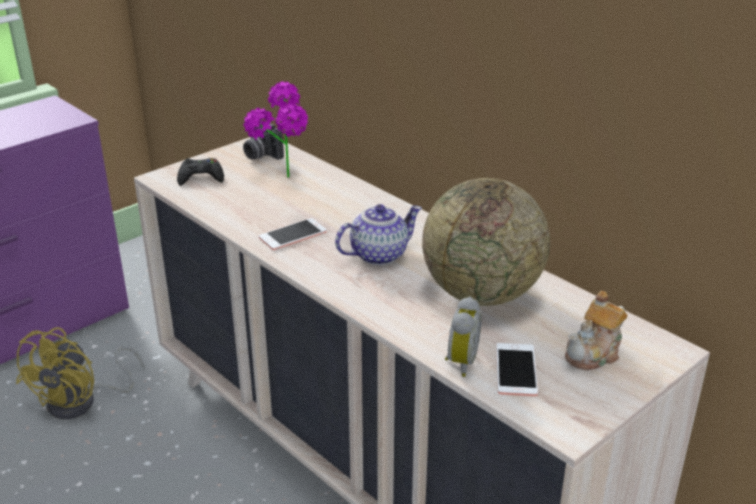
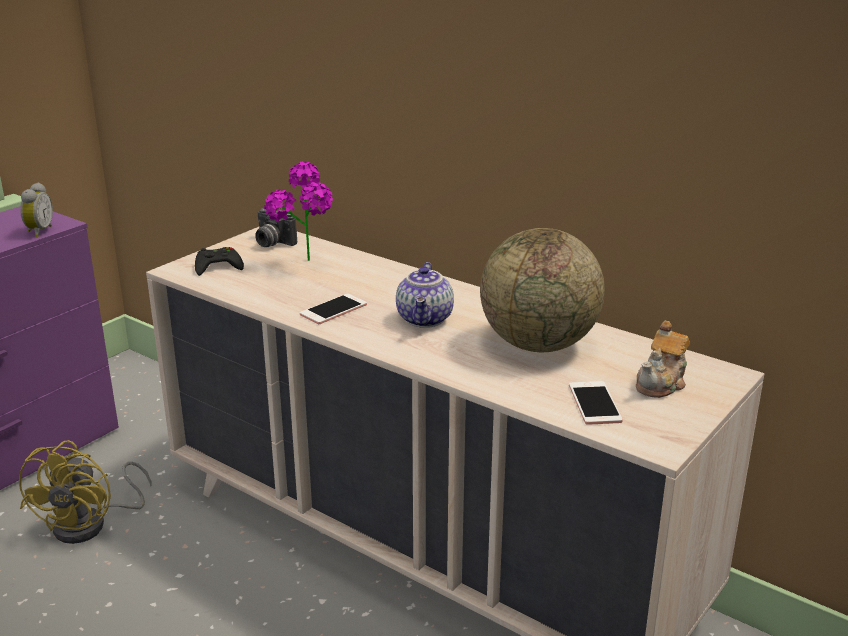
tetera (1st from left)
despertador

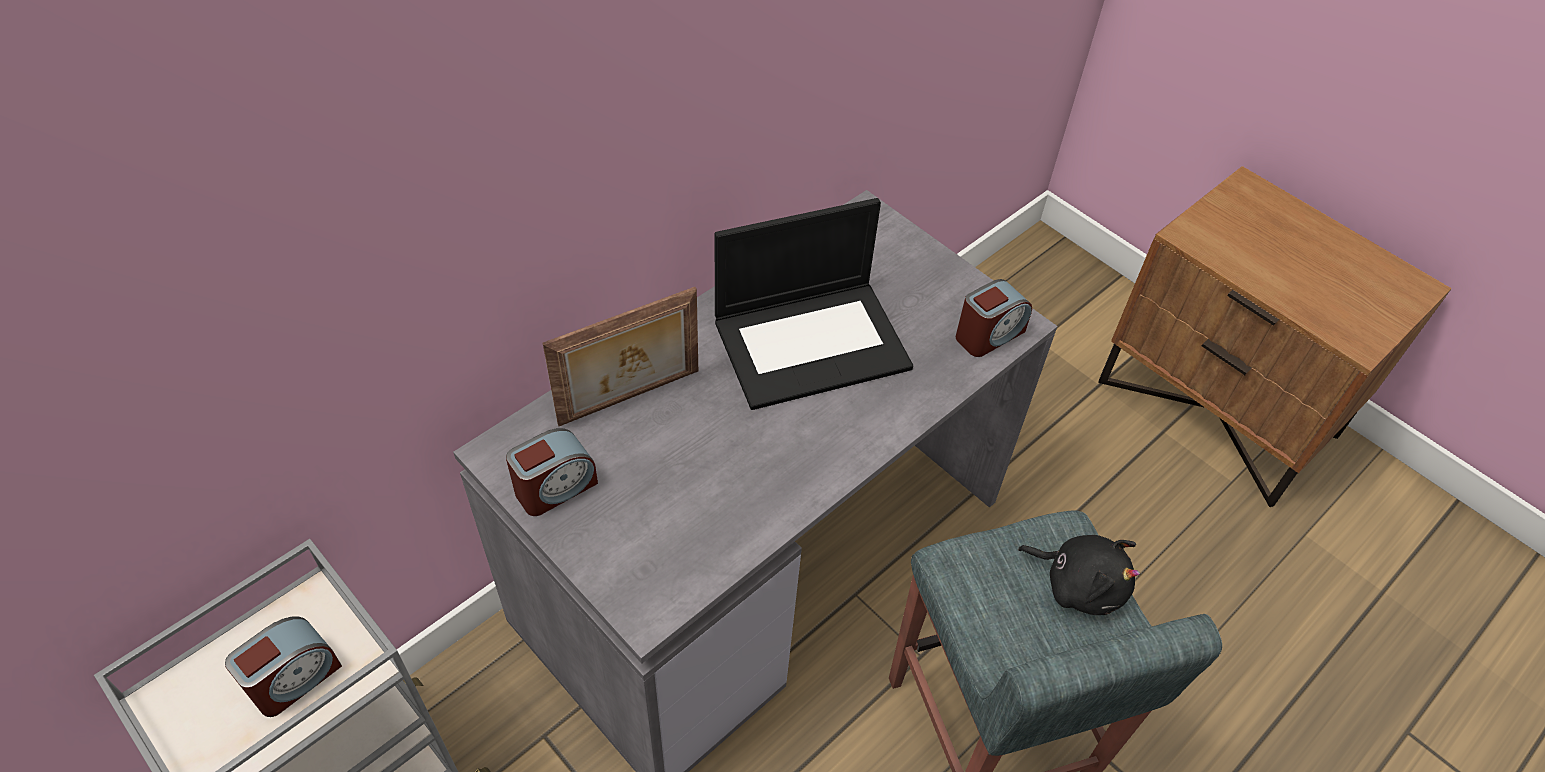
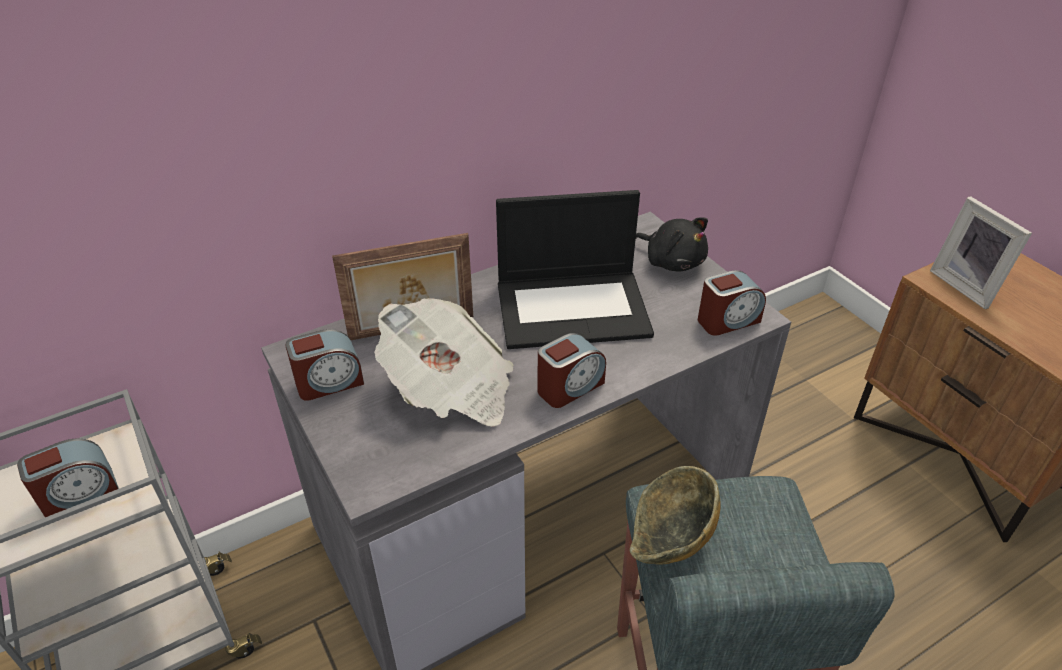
peluche/negro
periódico
despertador (3rd from left)
cuenco
portarretratos (2nd from left)

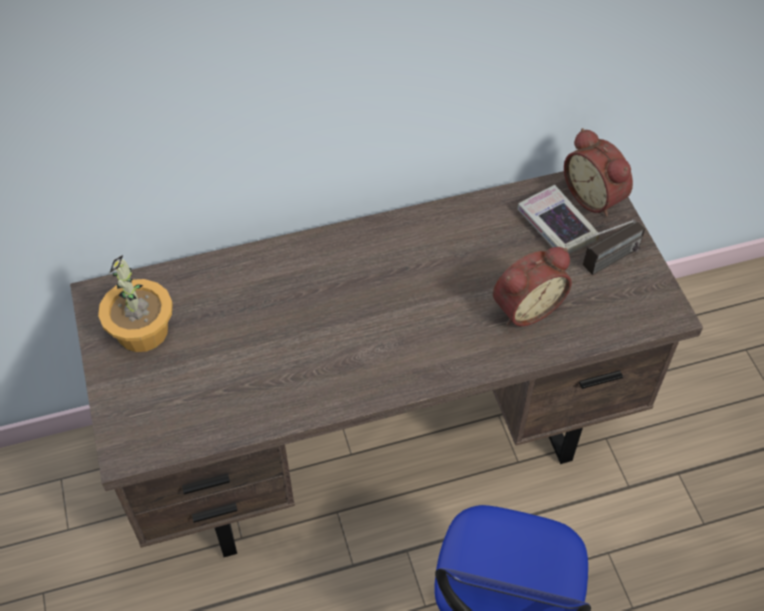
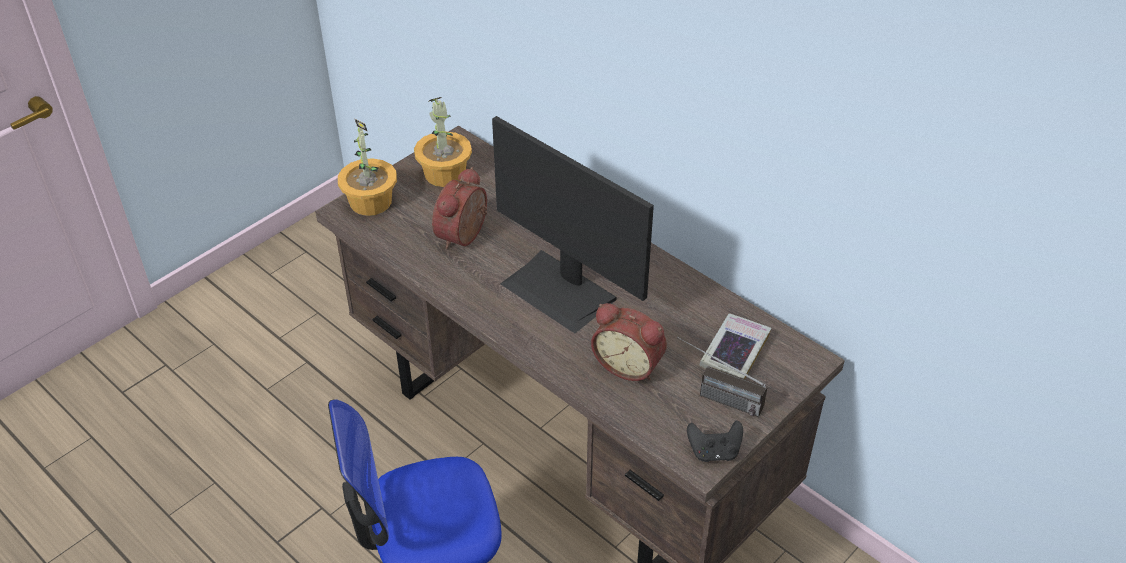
despertador (1st from left)
planta en maceta (1st from left)
monitor
mando de consola/negro

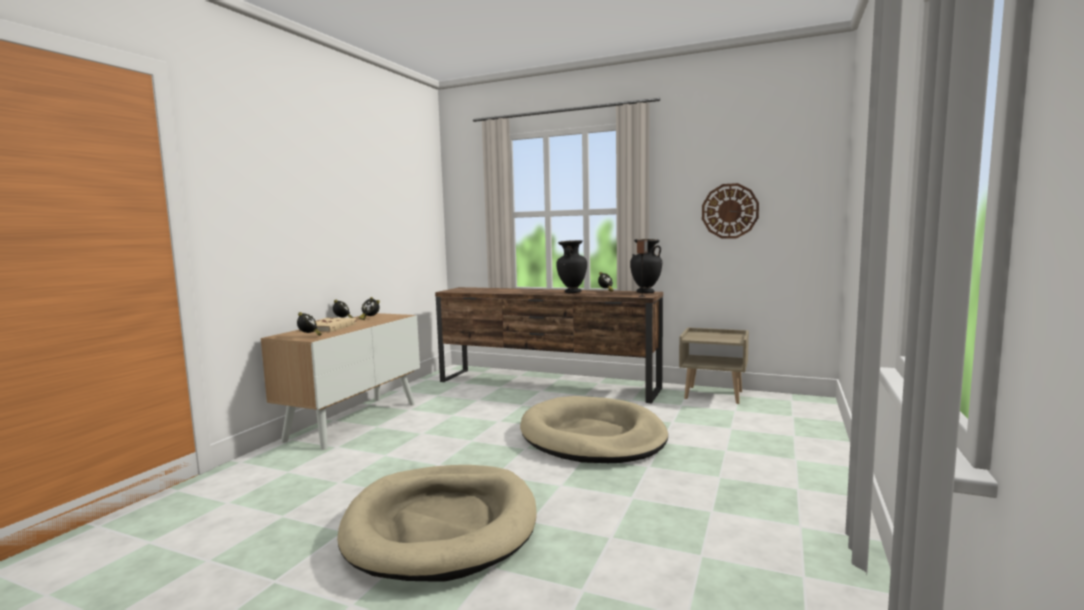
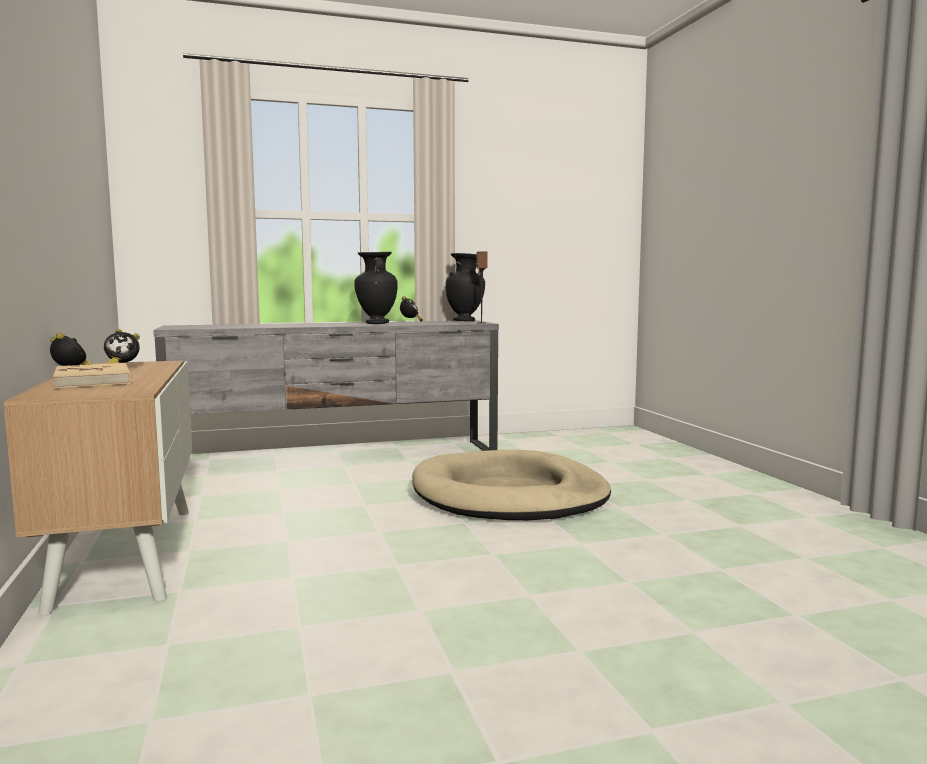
despertador (1st from left in the first image)
cama para perro/beis (1st from left in the first image)
mueble de televisión/gris
mesita de noche/beis
reloj de pared

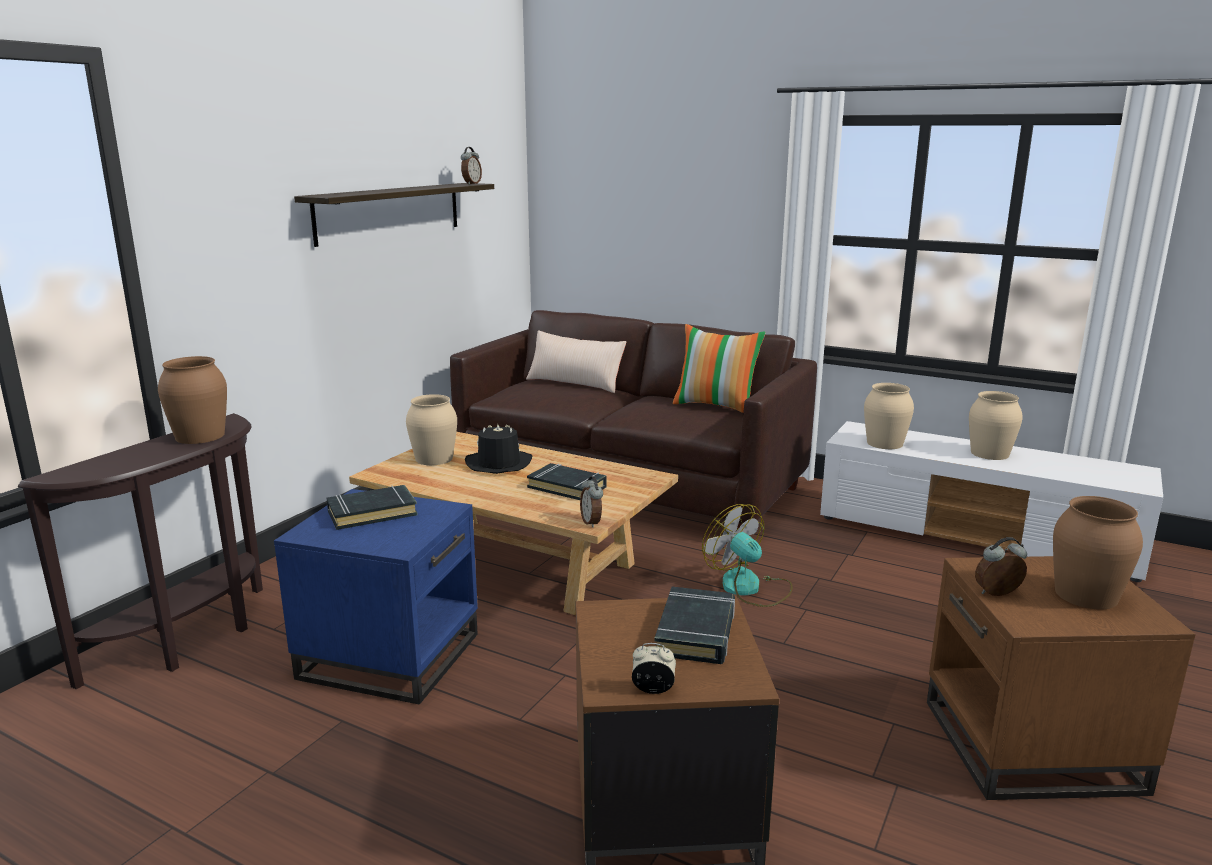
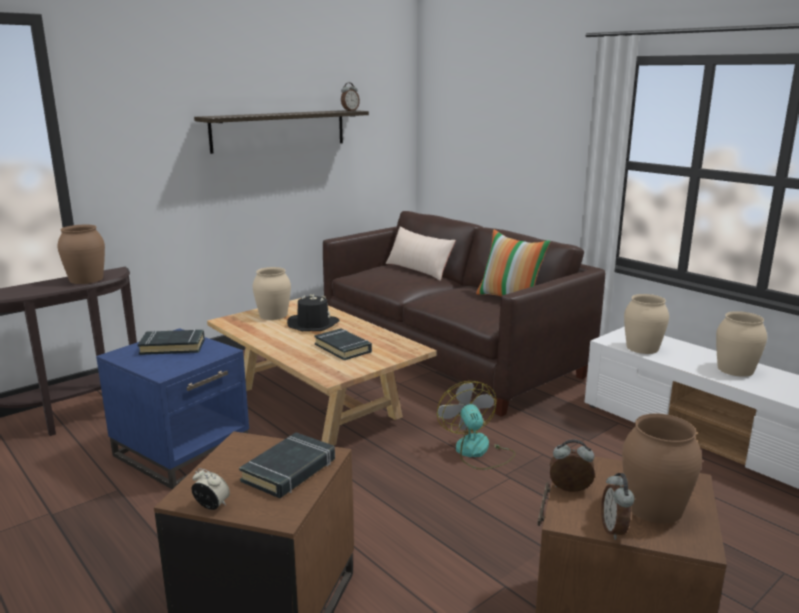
despertador (4th from left)

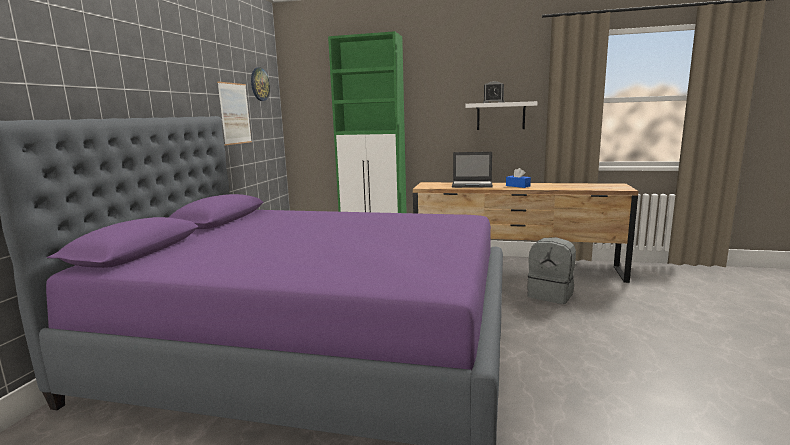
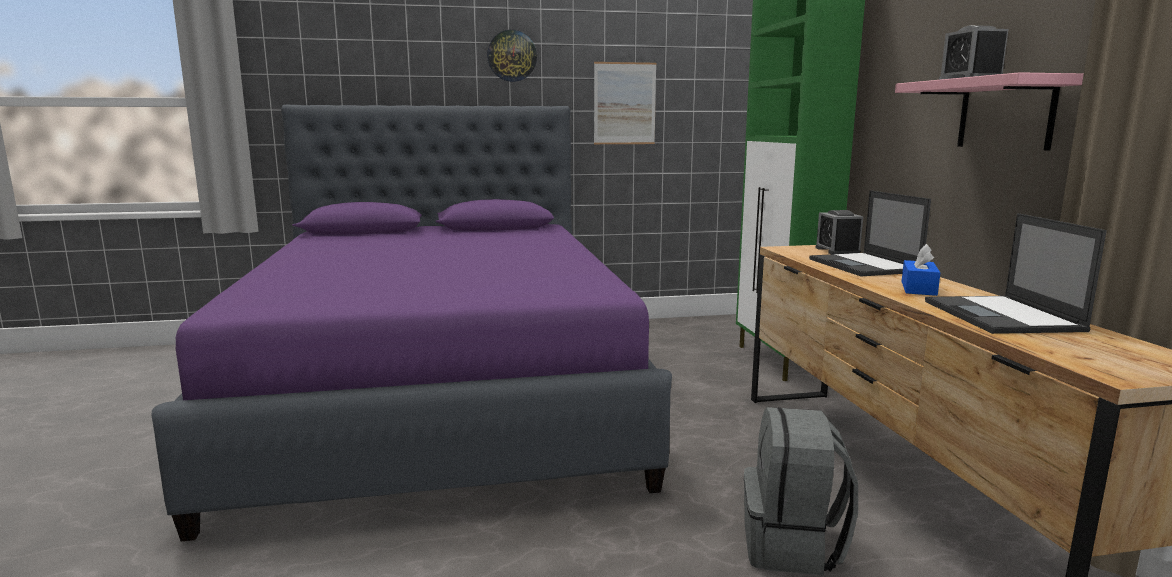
reloj de pared
estante/rosa
despertador (1st from left)
portátil (2nd from left)

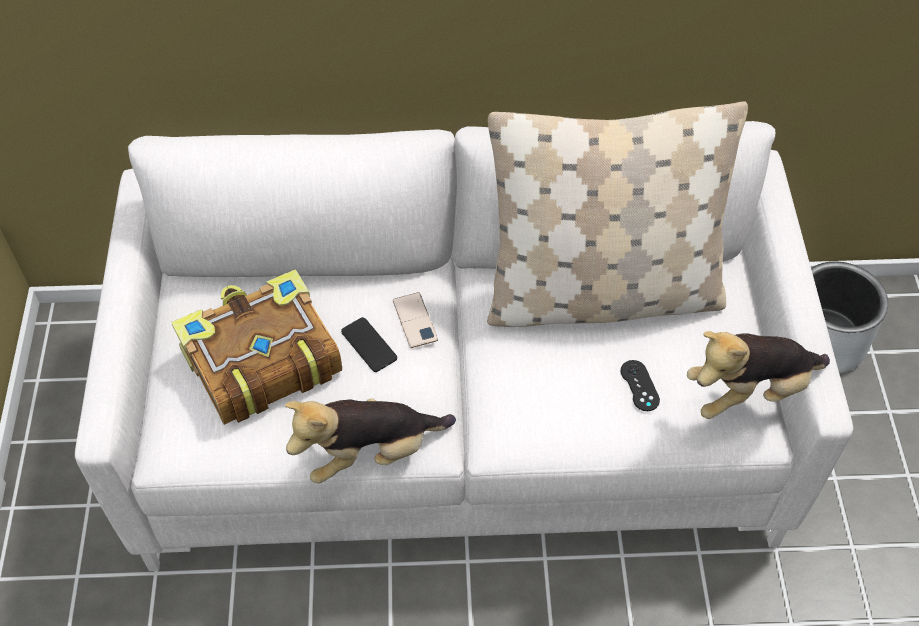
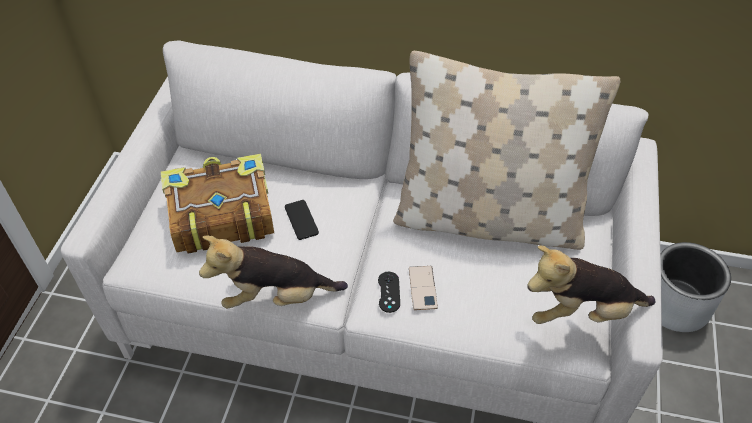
móvil (2nd from left)
mando de consola/negro

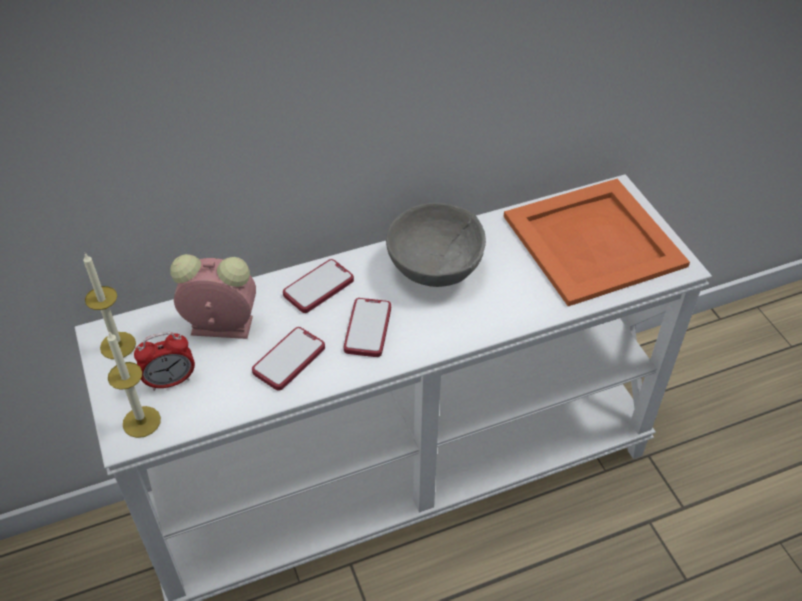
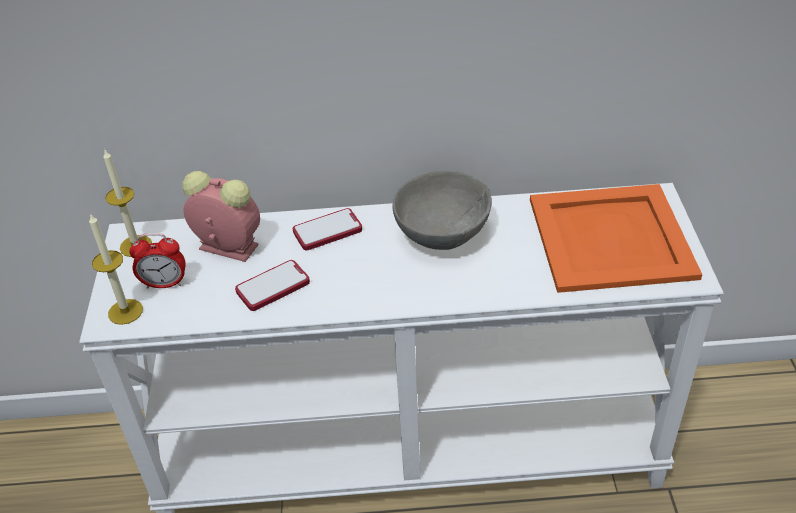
móvil (3rd from left in the first image)

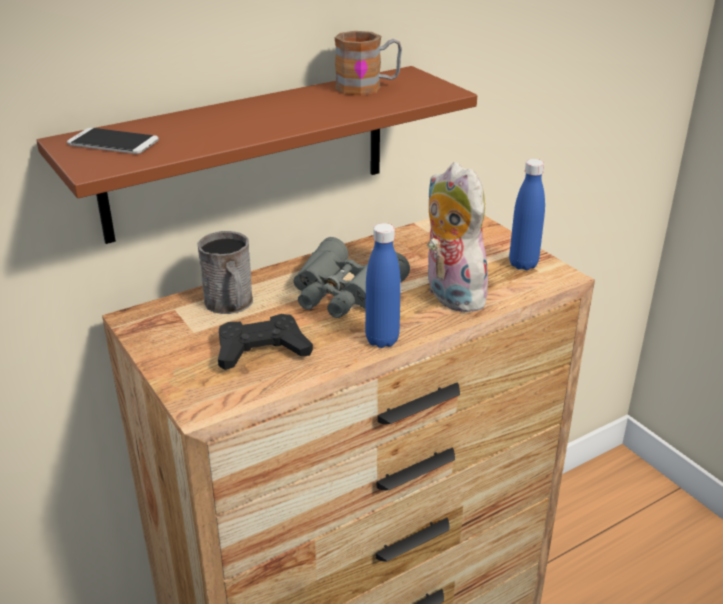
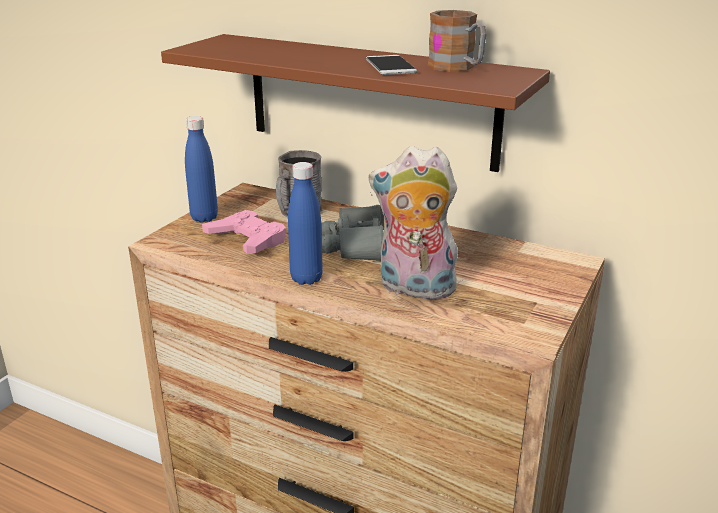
móvil
mando de consola/rosa
peluche
botella/azul (1st from left)

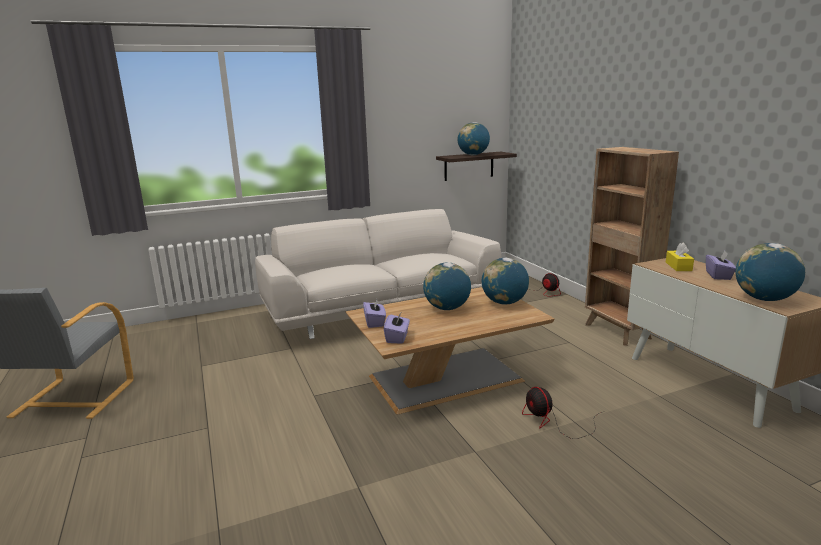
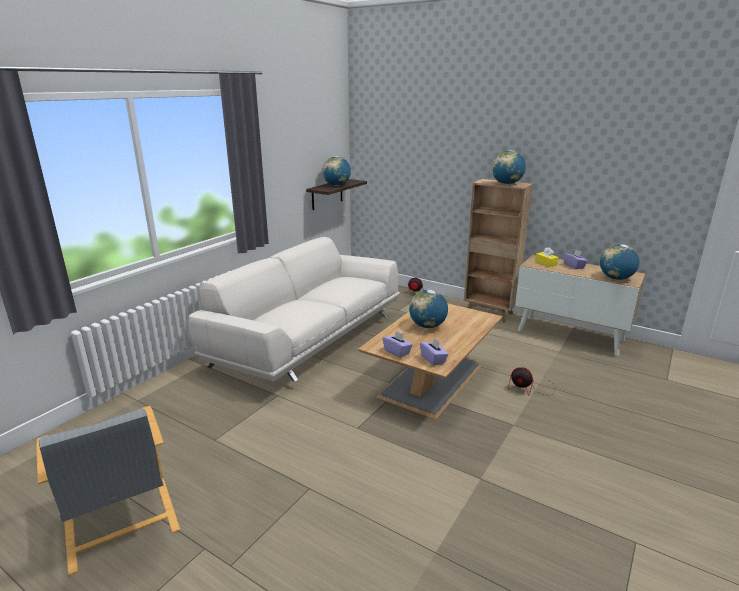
globo terráqueo (3rd from left)

